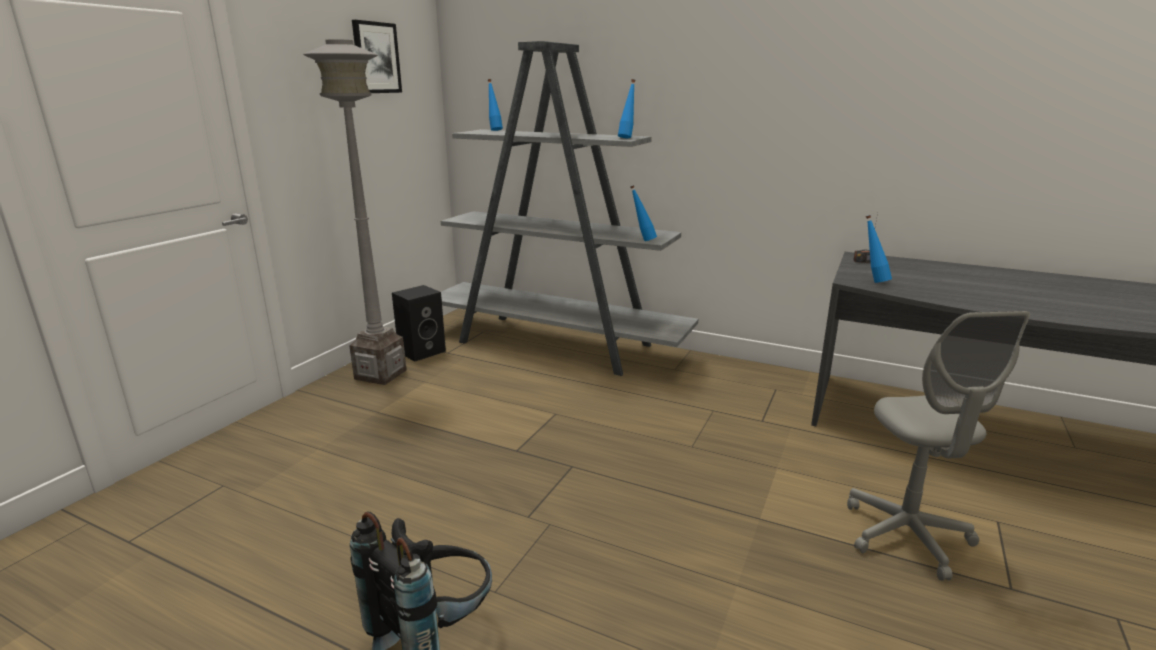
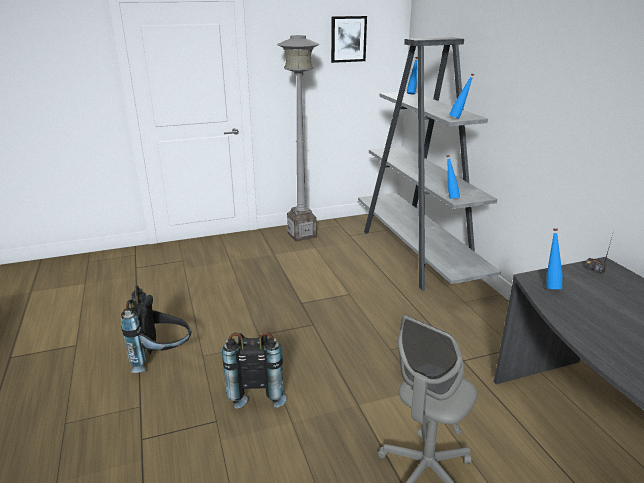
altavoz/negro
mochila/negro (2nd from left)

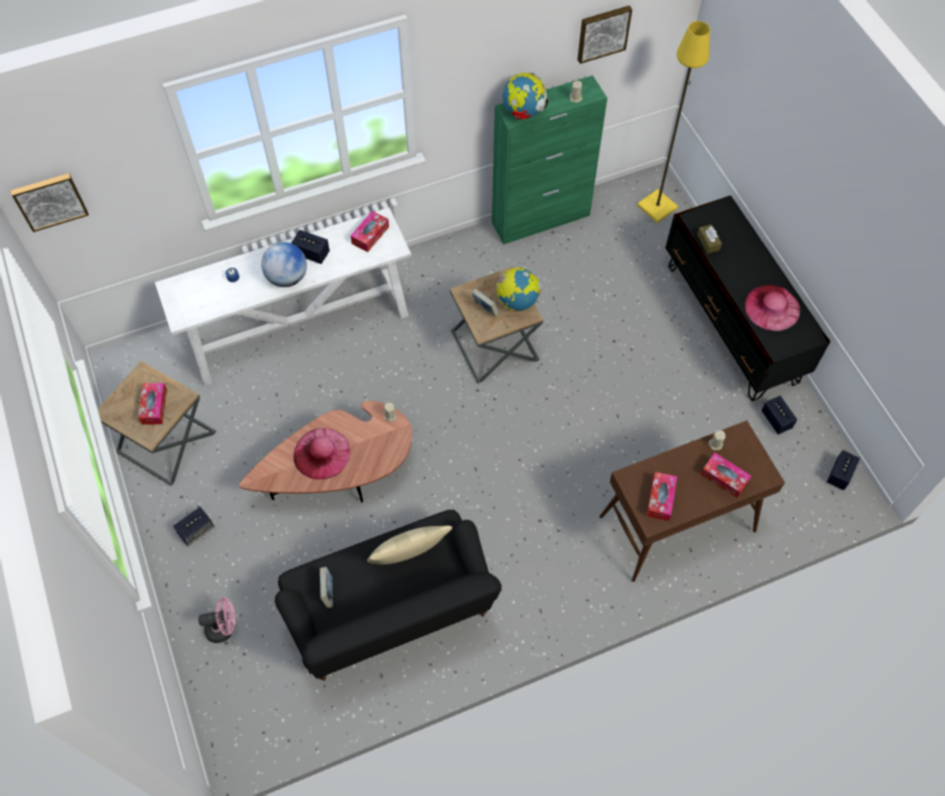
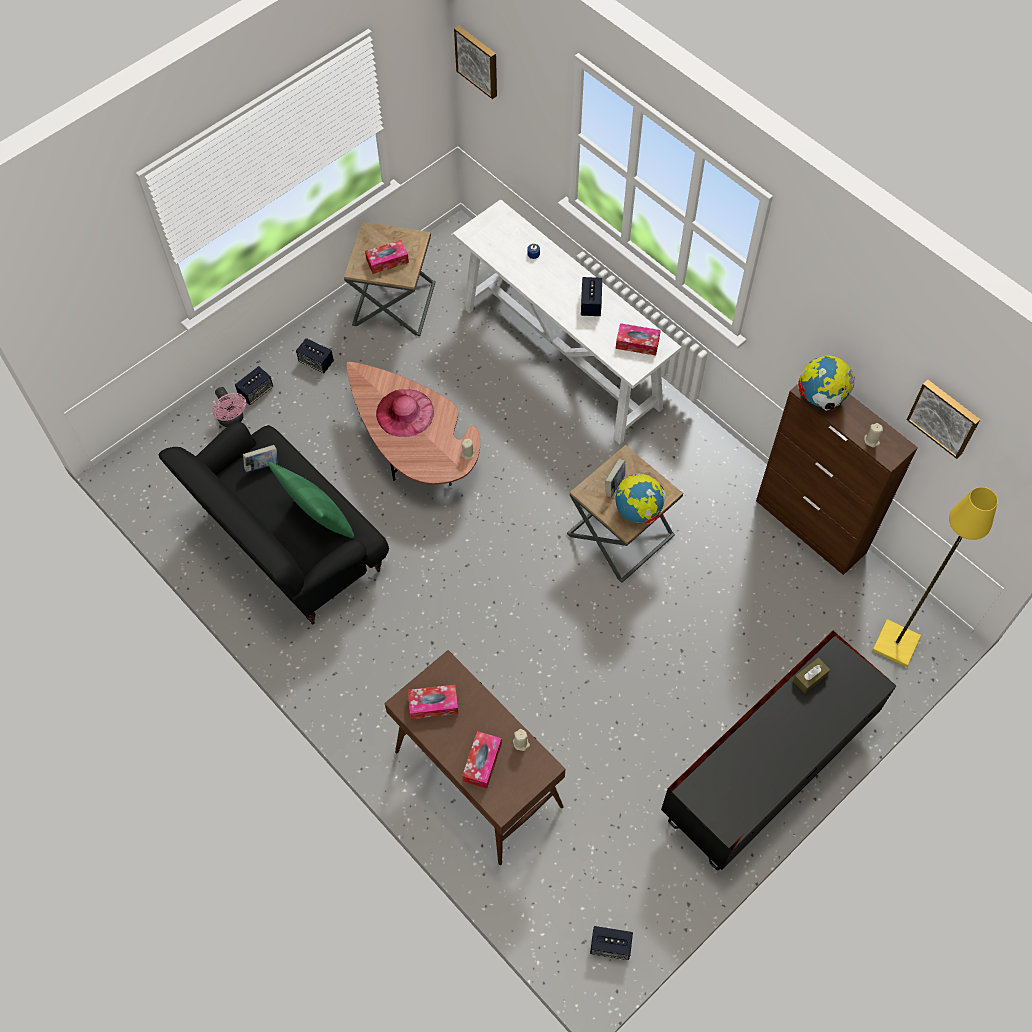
globo terráqueo (1st from left in the first image)
cojín/verde
armario/marrón
sombrero/rosa (2nd from left in the first image)
altavoz (1st from left)

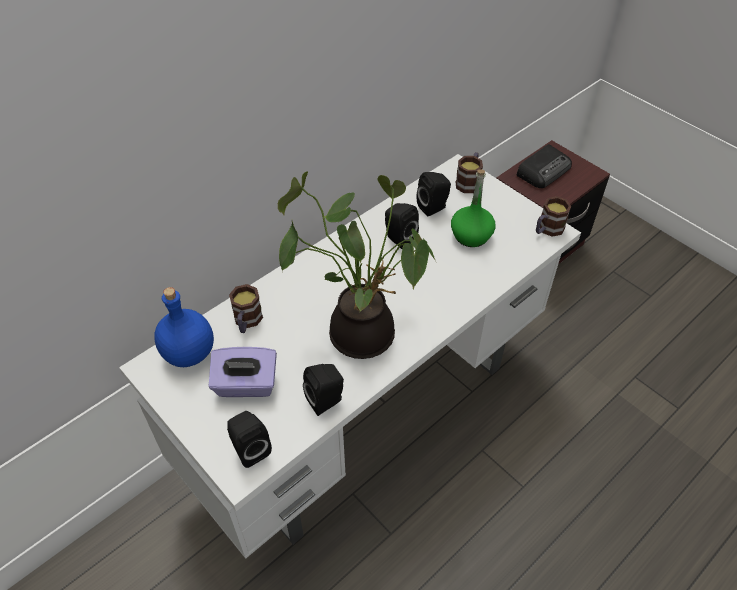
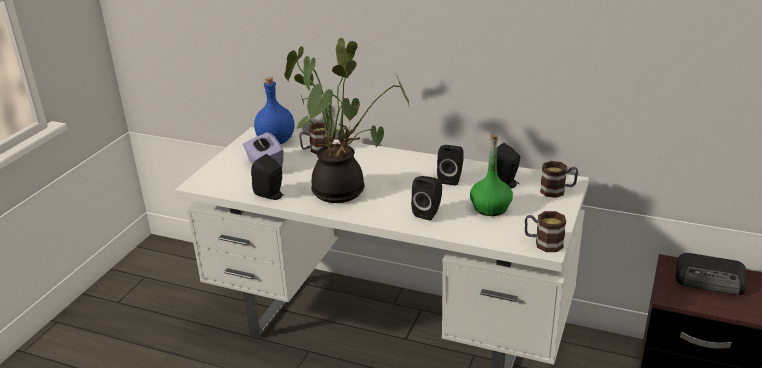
altavoz/negro (2nd from left)

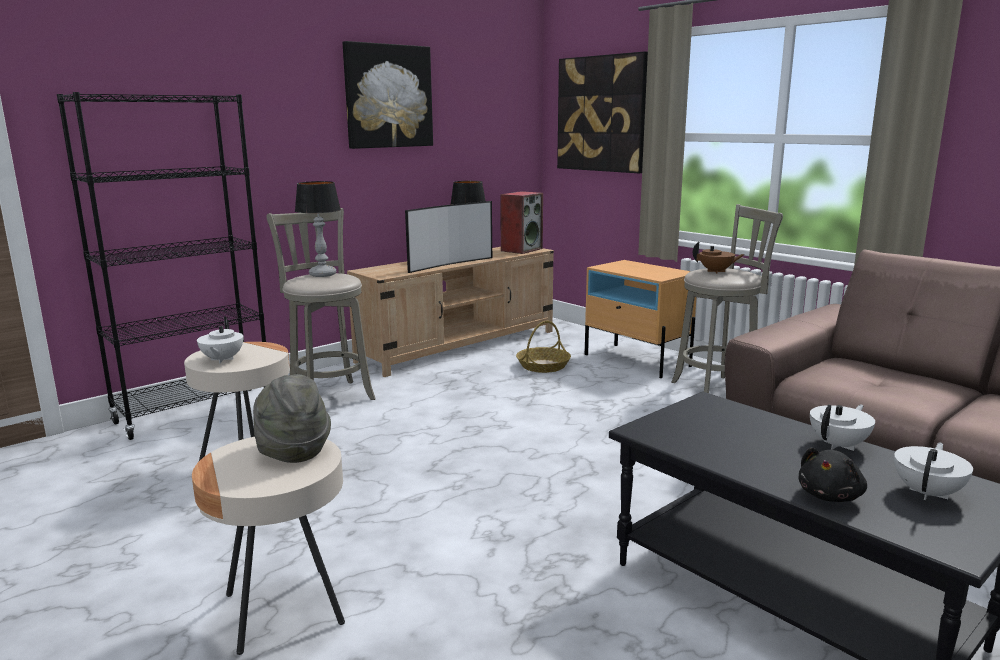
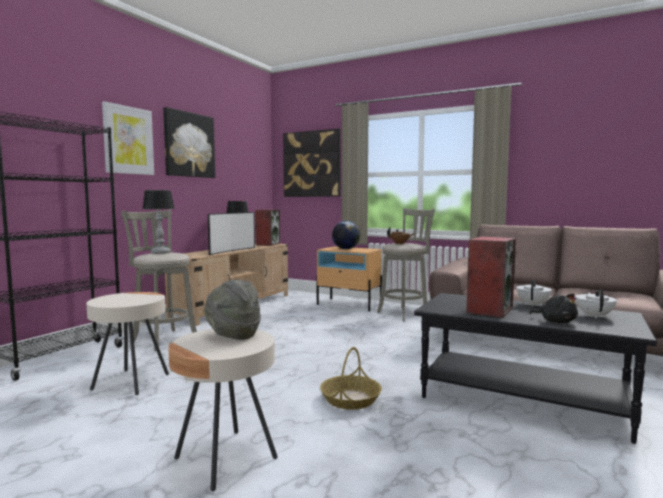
tetera/blanco (1st from left in the first image)
cesta
peluche/negro
cuadro (1st from left)
globo terráqueo
altavoz (2nd from left)

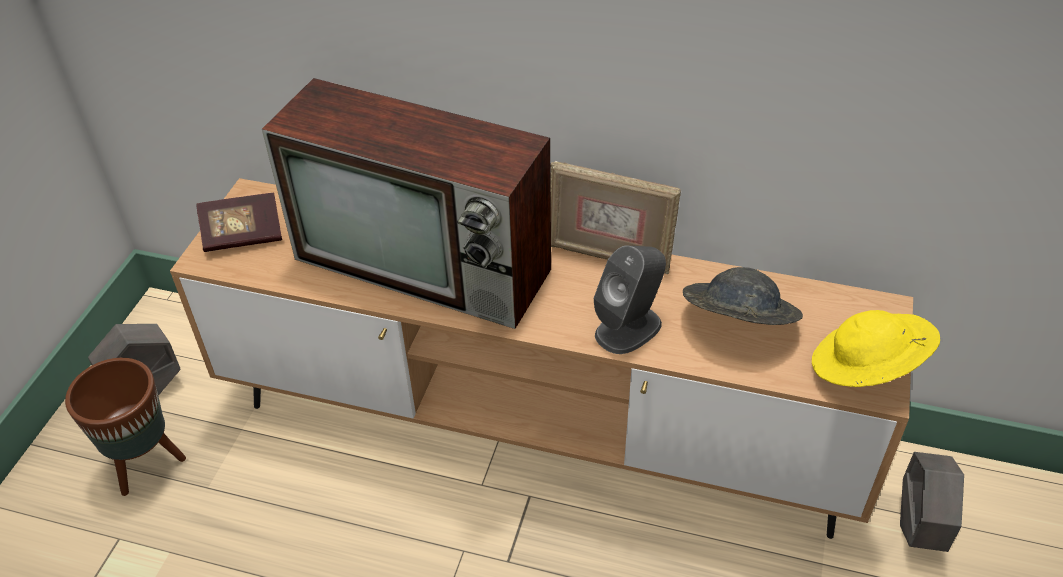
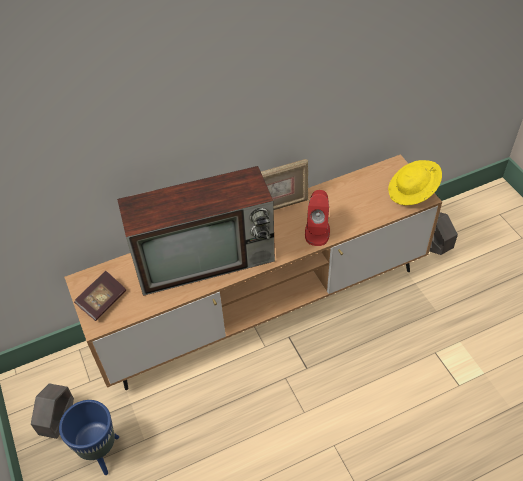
maceta/azul
altavoz/rojo
sombrero/gris

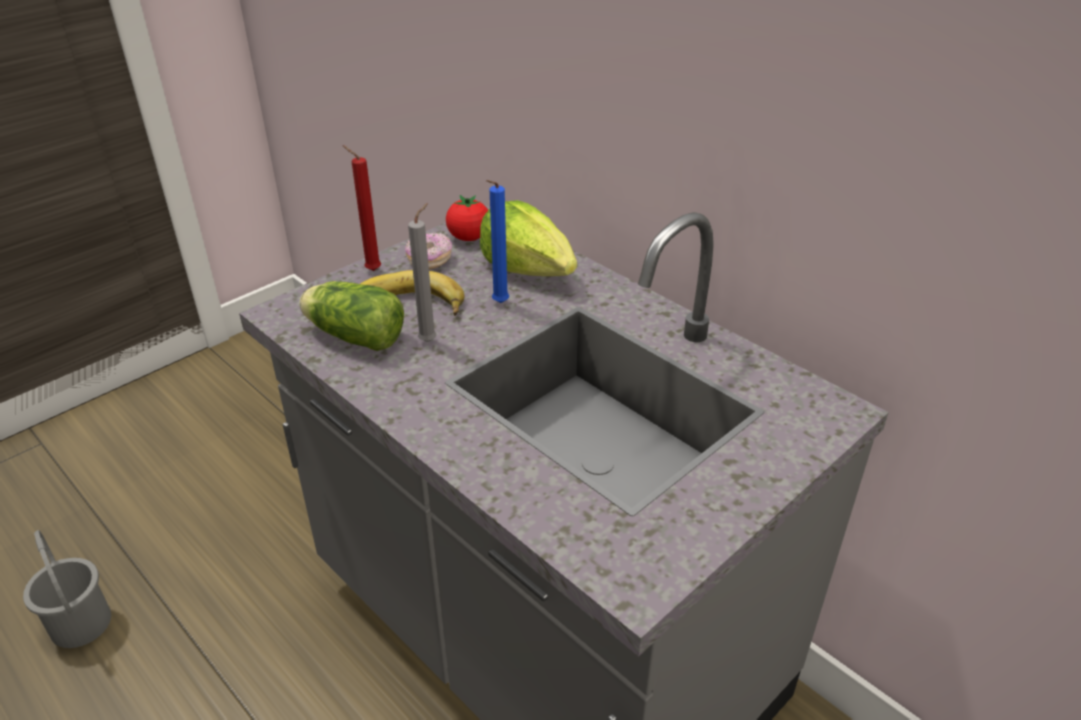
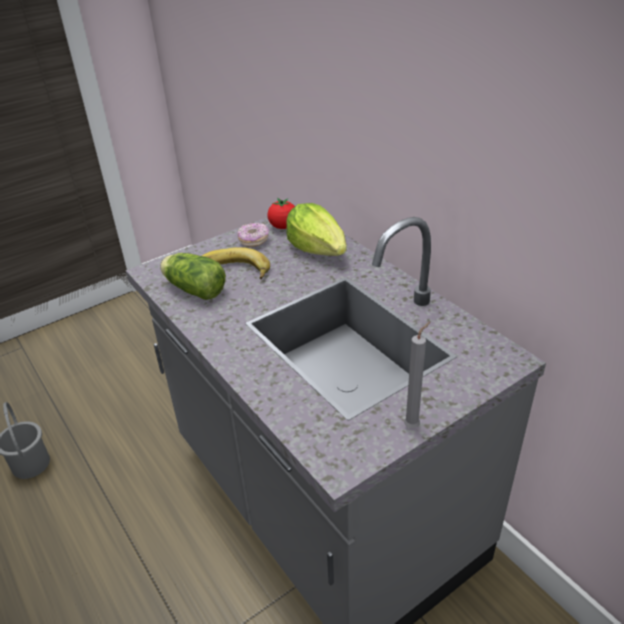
vela/rojo
vela/gris
vela/azul

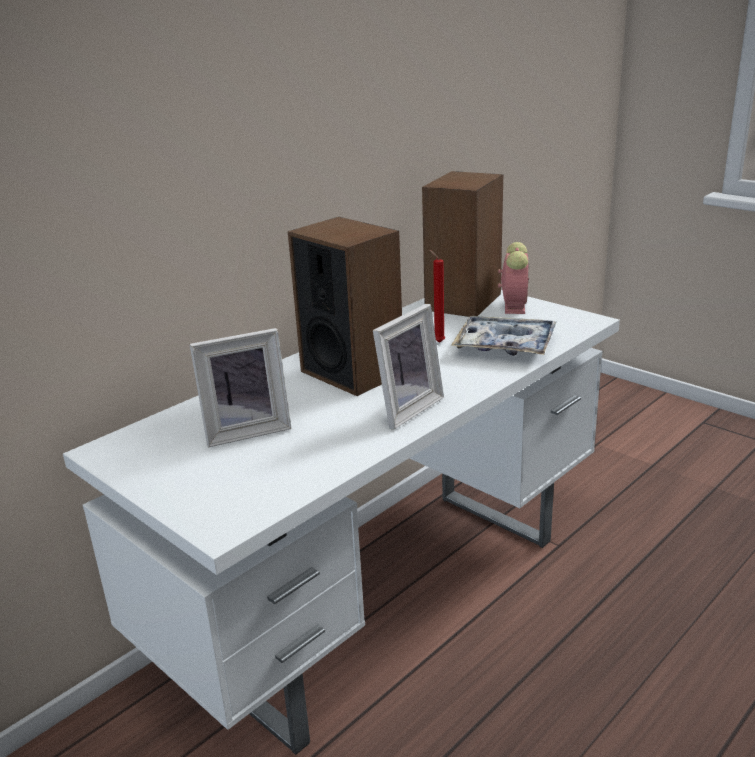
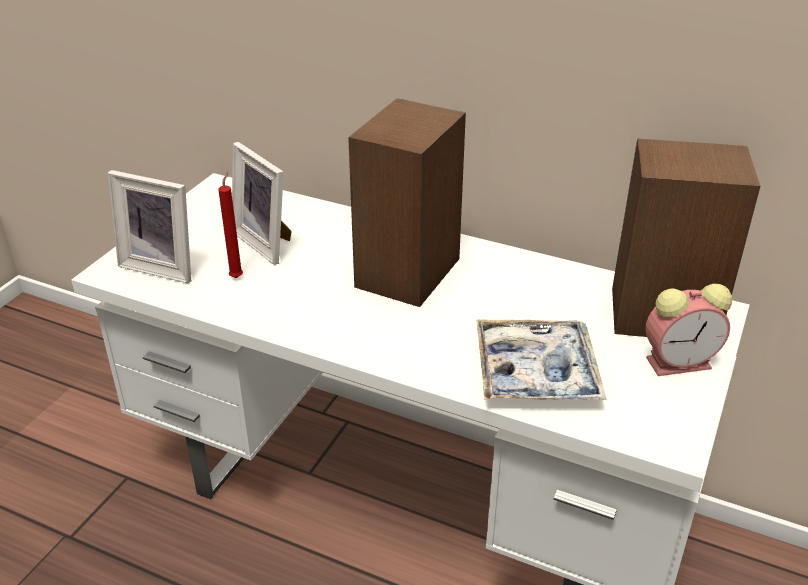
portarretratos (1st from left)
vela/rojo

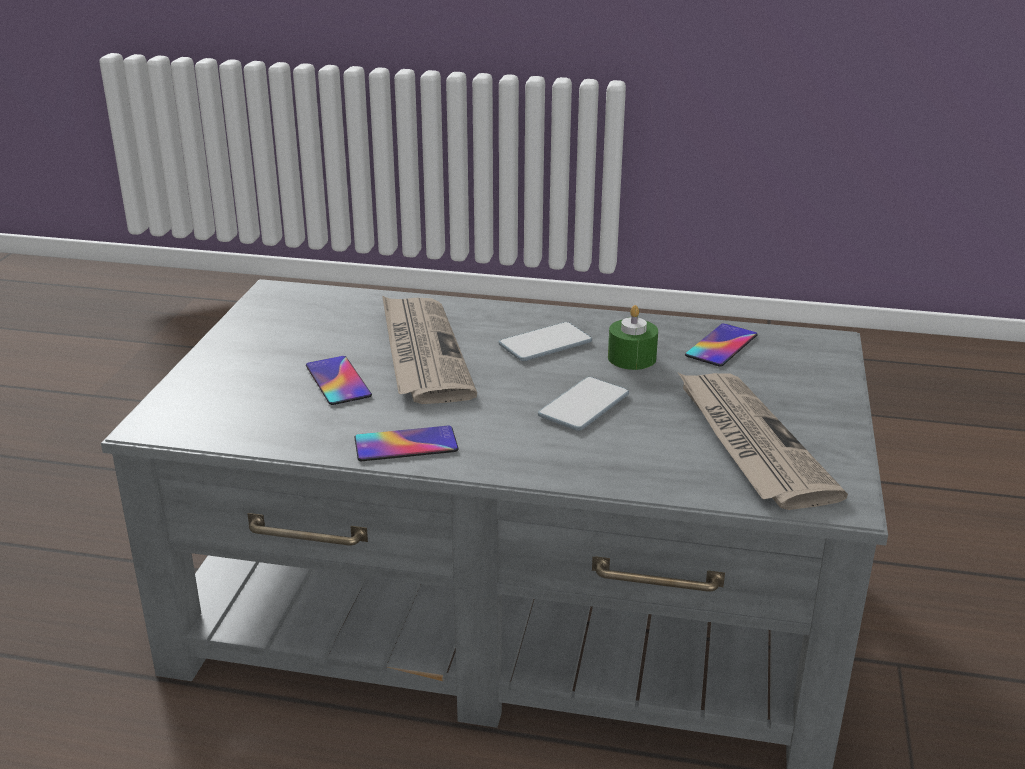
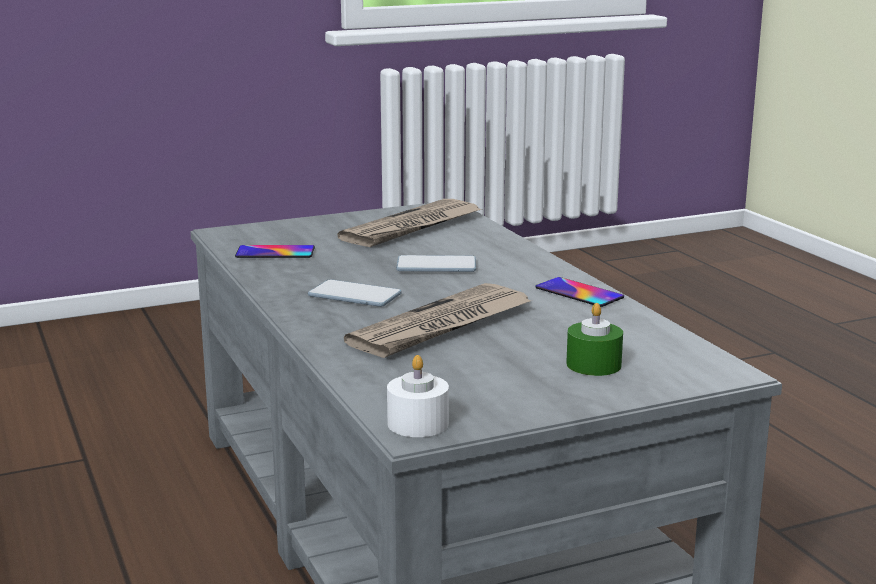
móvil (1st from left in the first image)
vela/verde
vela/blanco

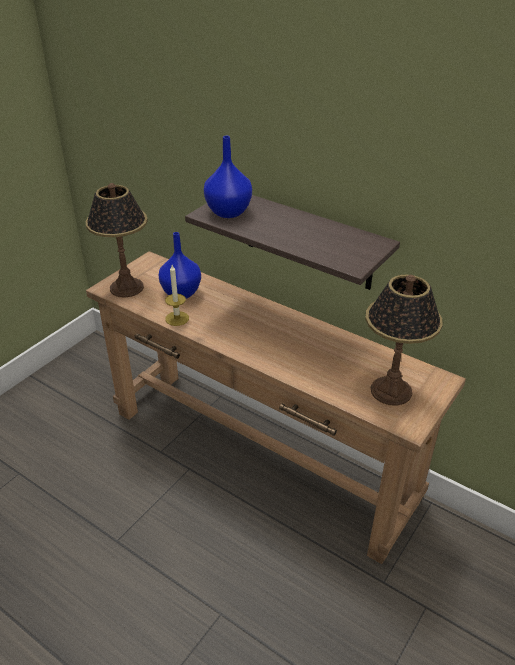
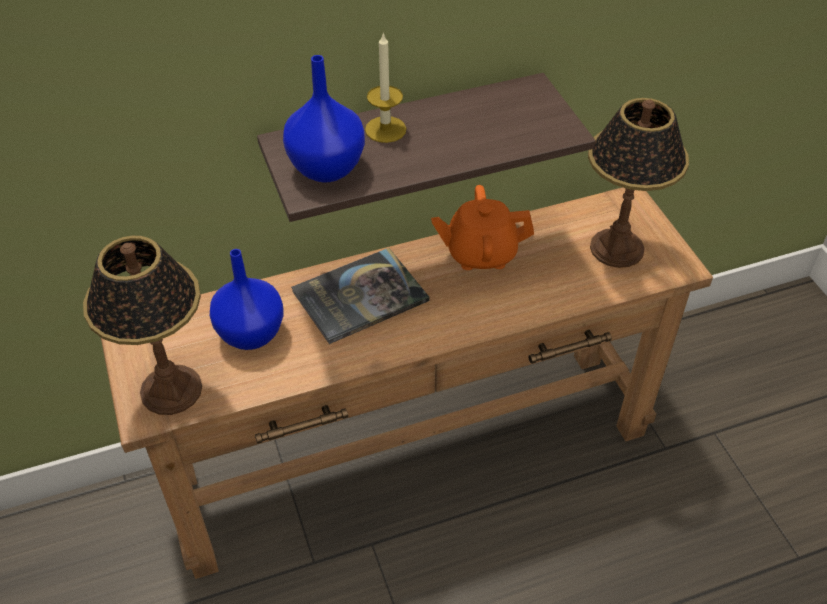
vela
libro
tetera/naranja

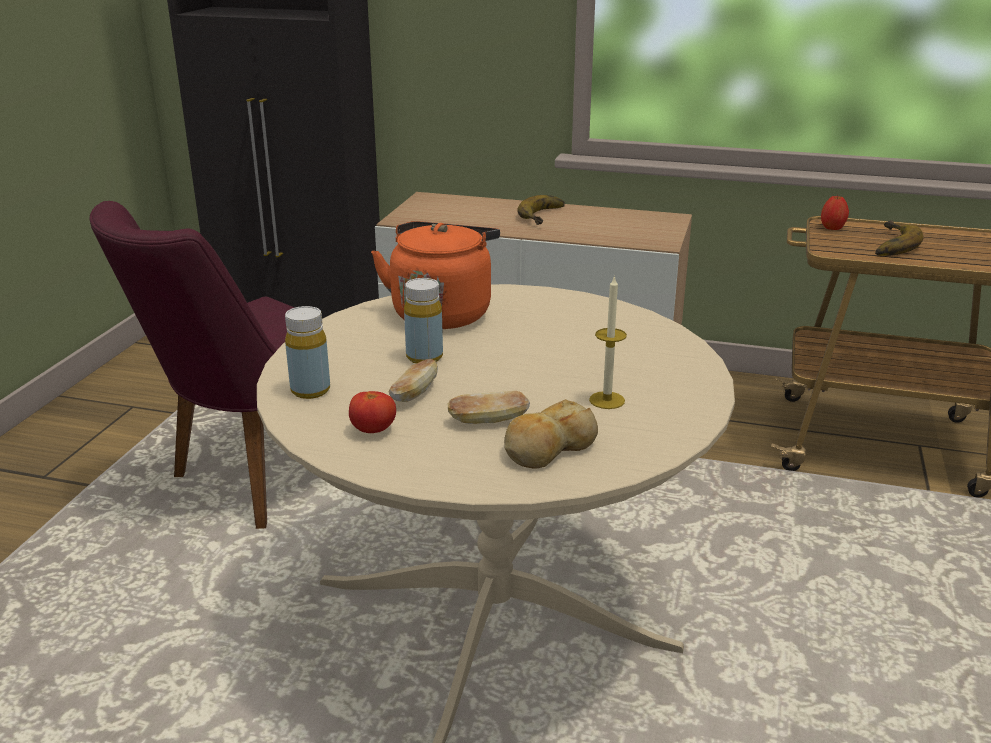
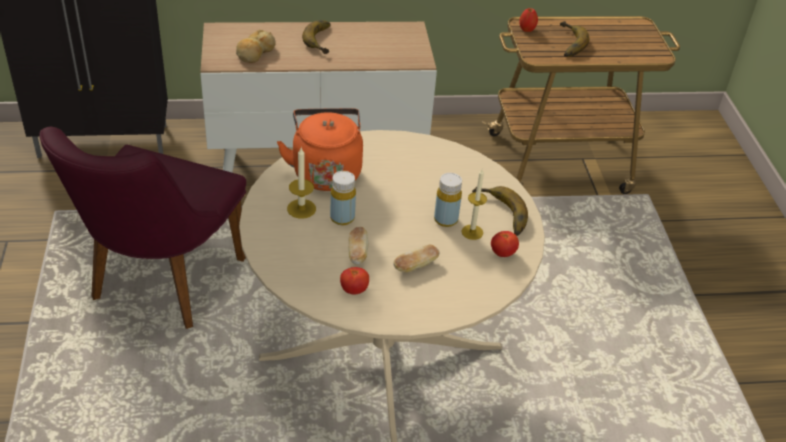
botella/amarillo (2nd from left)
pan (1st from left)
vela (1st from left)
plátano (2nd from left)
tomate (2nd from left)

